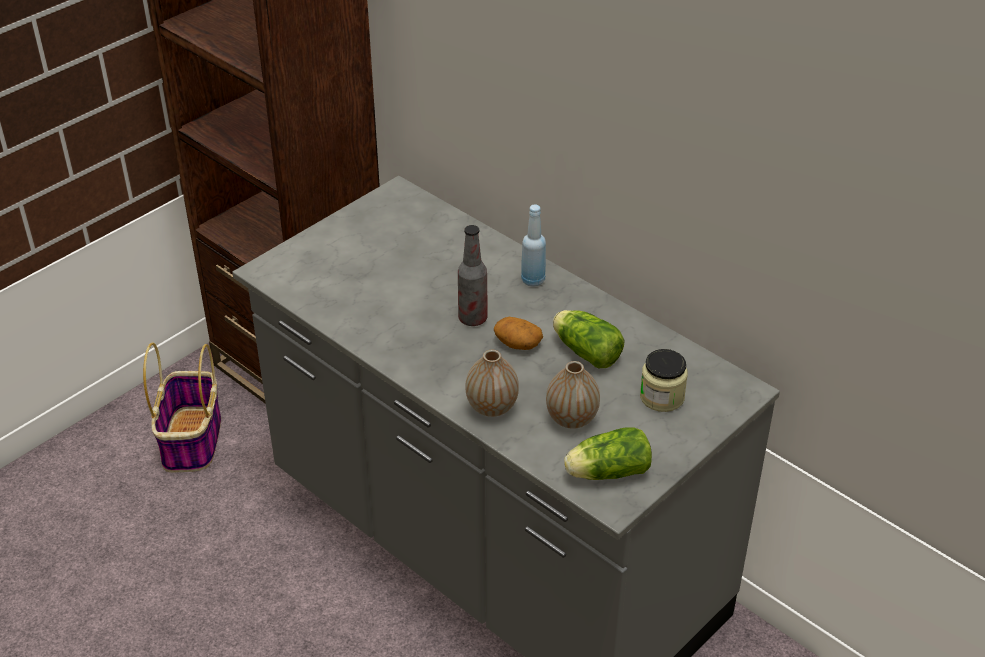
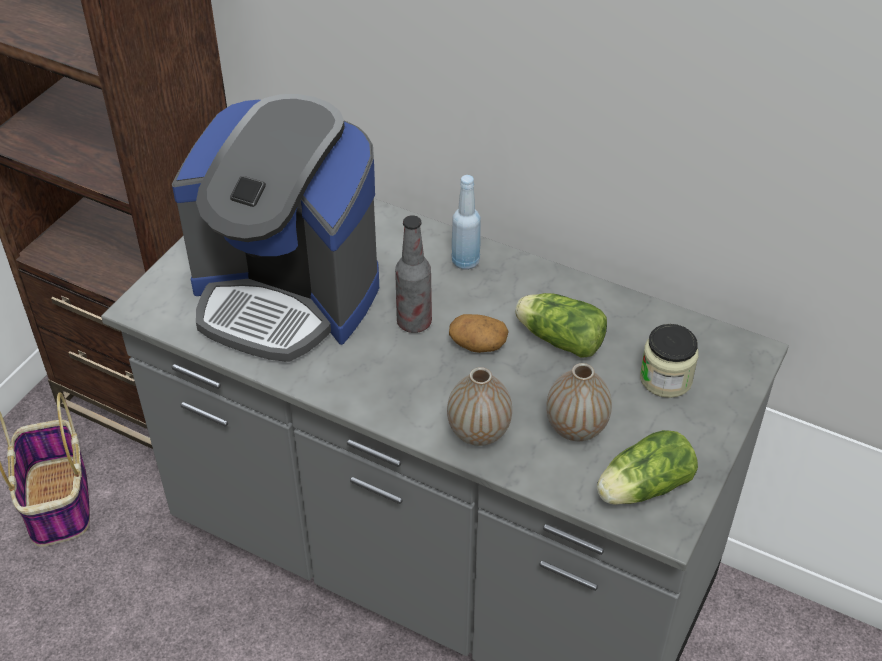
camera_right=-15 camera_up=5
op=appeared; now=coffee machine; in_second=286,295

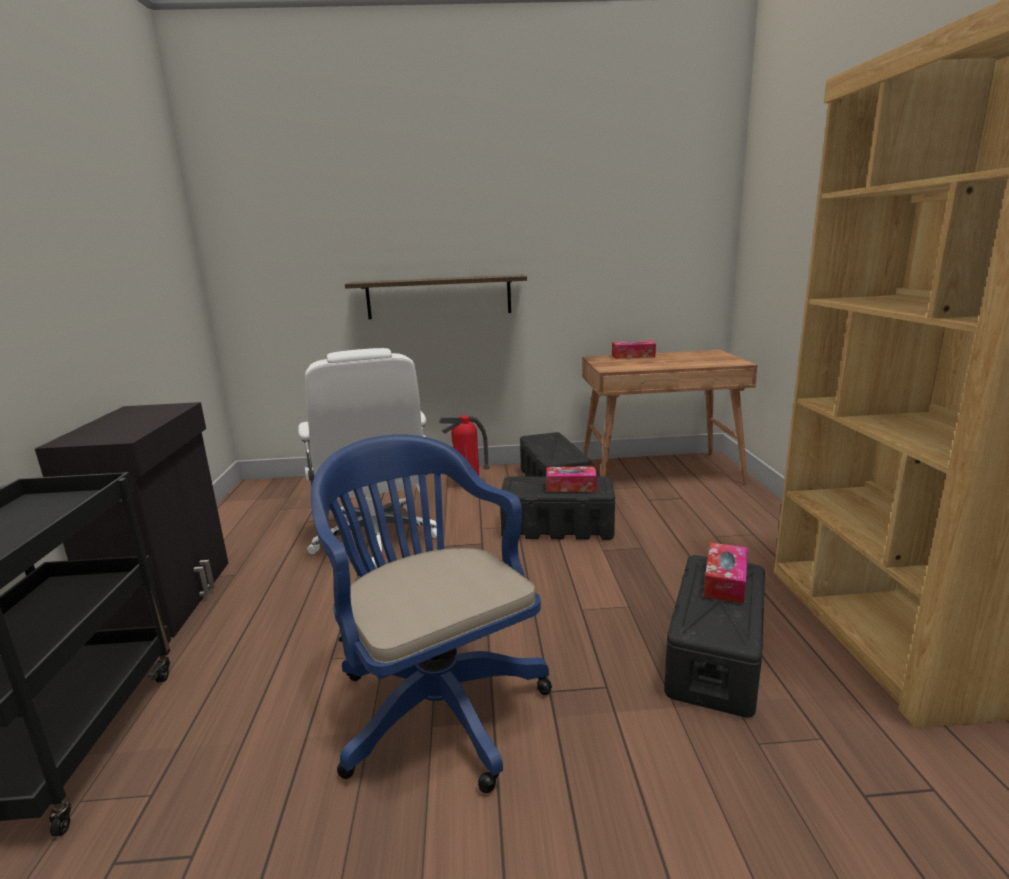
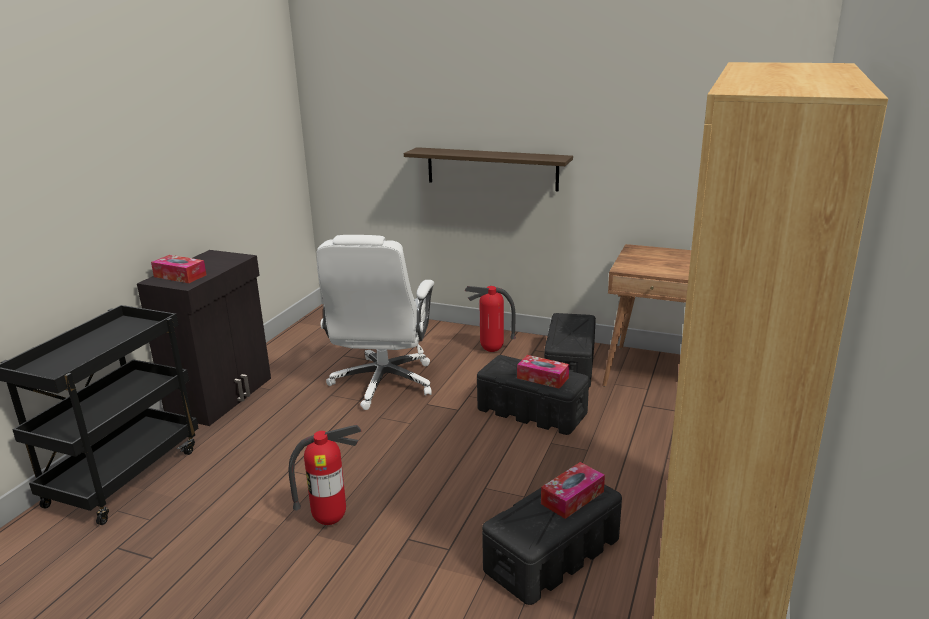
camera_right=25 camera_up=5
op=relocated; was=tissue holder; in_first=633,356; in_second=180,276
op=exchanged; was=office chair/bluish; now=extinguisher; in_first=435,701; in_second=330,520

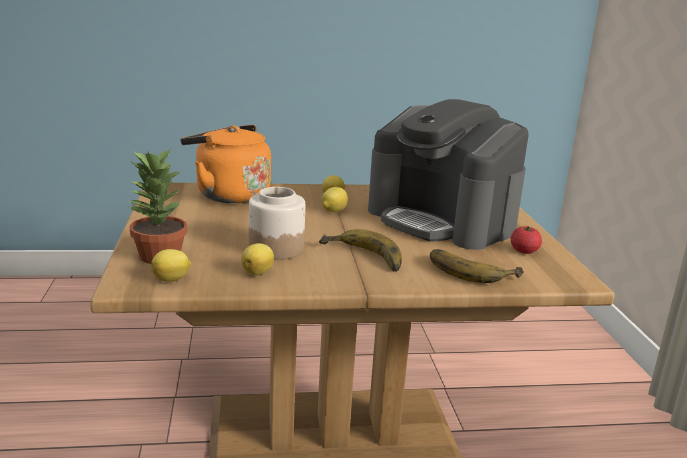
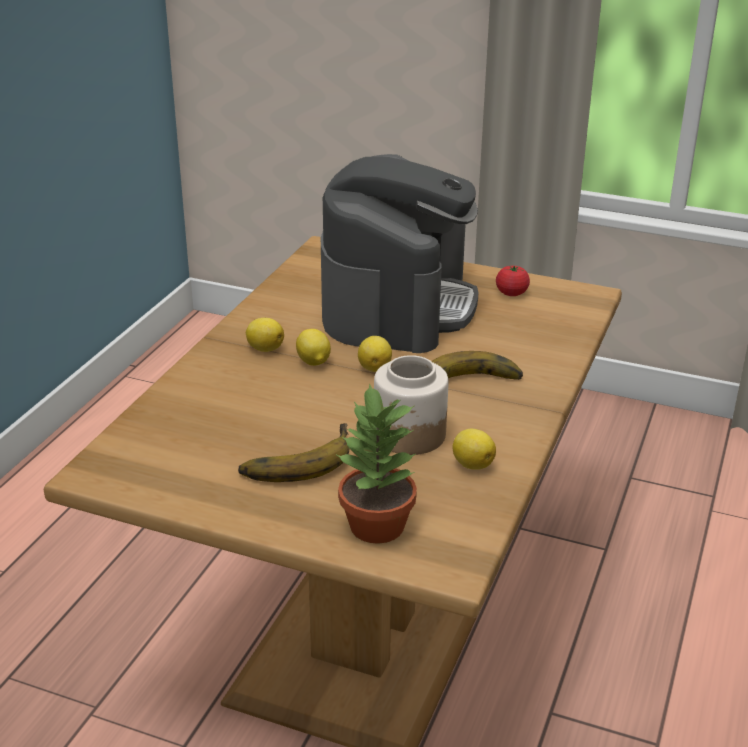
camera_right=-60 camera_up=10
op=spun; was=coffee machine; in_first=442,220; in_second=397,305; clockwise=-60
op=missing; was=tea kettle/orangey; in_first=228,195
op=relocated; was=citrus fruit; in_first=172,279; in_second=375,367
op=relocated; was=banana fruit; in_first=471,270; in_second=295,459

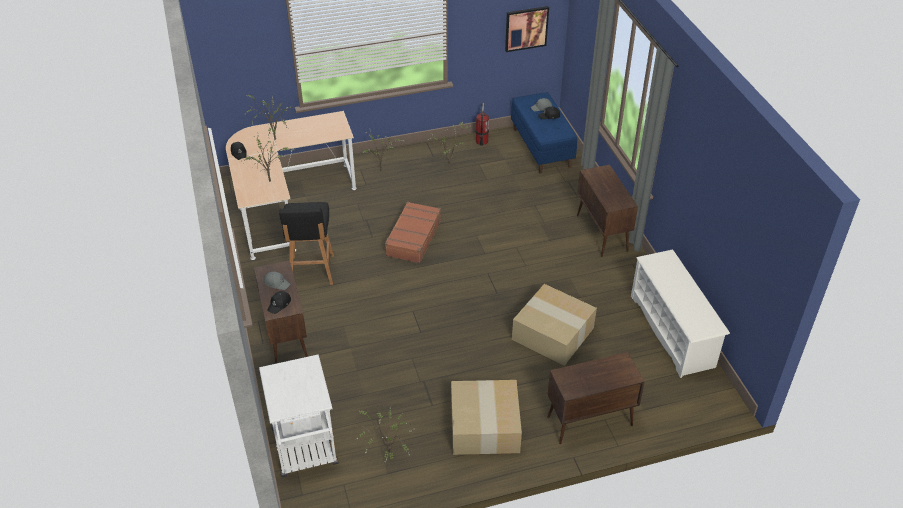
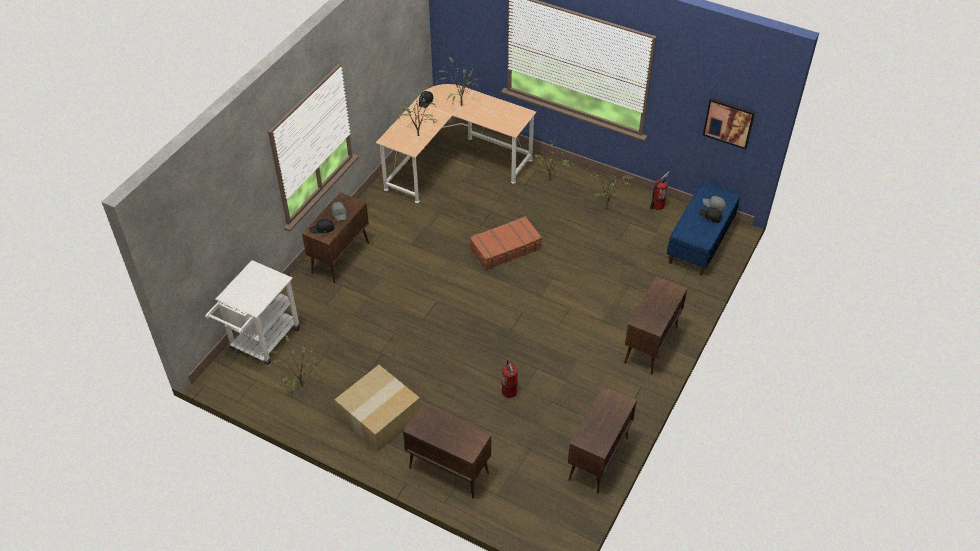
camera_right=45 camera_up=5
op=missing; was=sitting stool/black; in_first=311,271
op=exchanged; was=shoe rack/white-coloured; now=cabinet/brown; in_first=672,331; in_second=598,459
op=exchanged; was=cardboard box; now=extinguisher; in_first=554,333; in_second=509,391

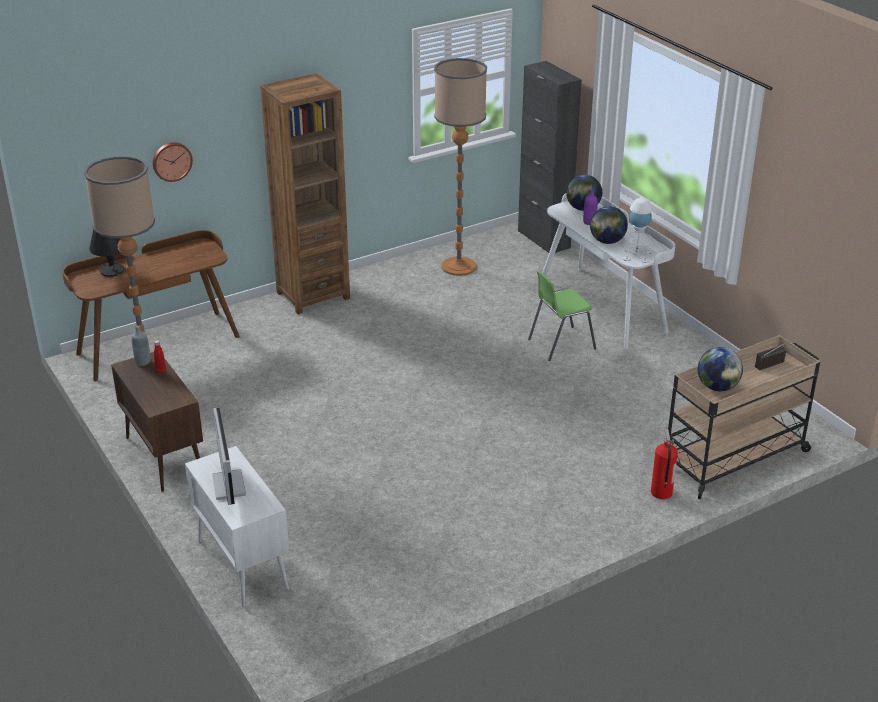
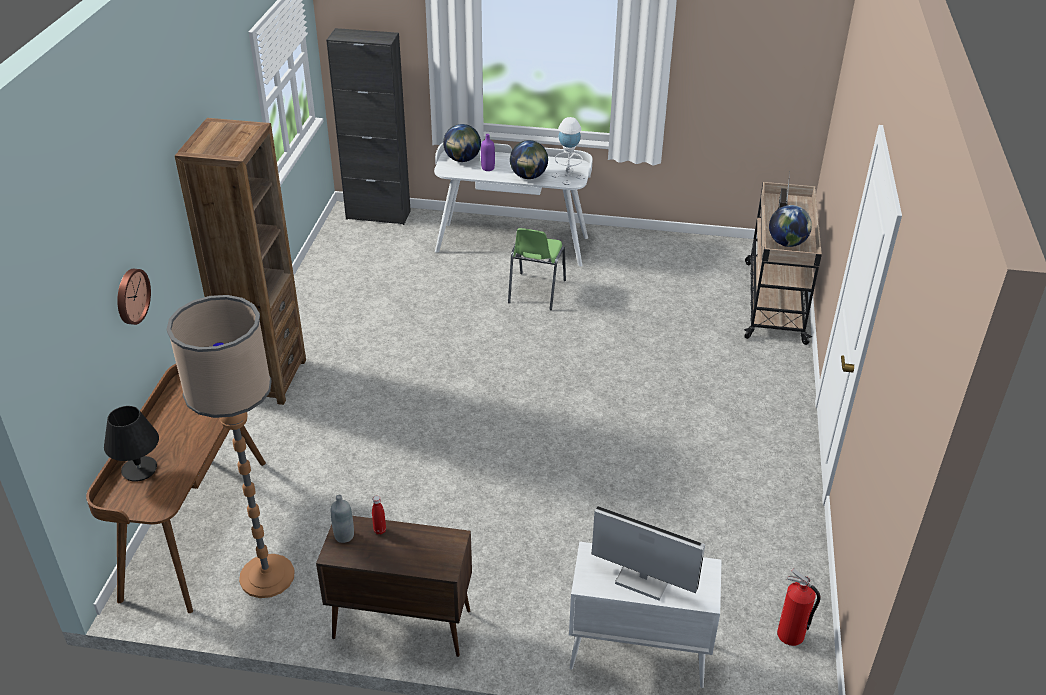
camera_right=-50 camera_up=5
op=missing; was=floor lamp; in_first=459,266
op=relocated; was=extinguisher; in_first=661,493; in_second=790,635

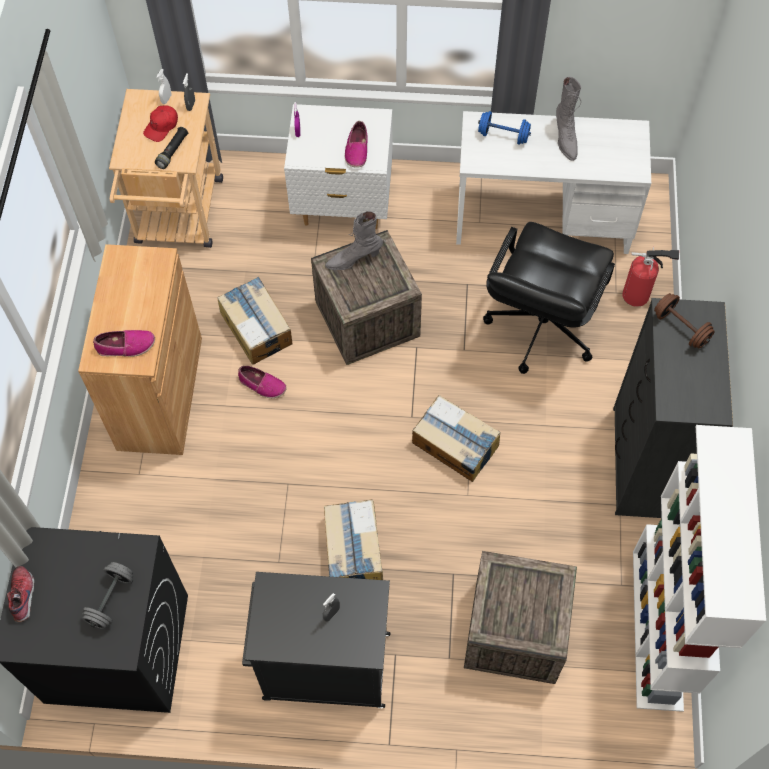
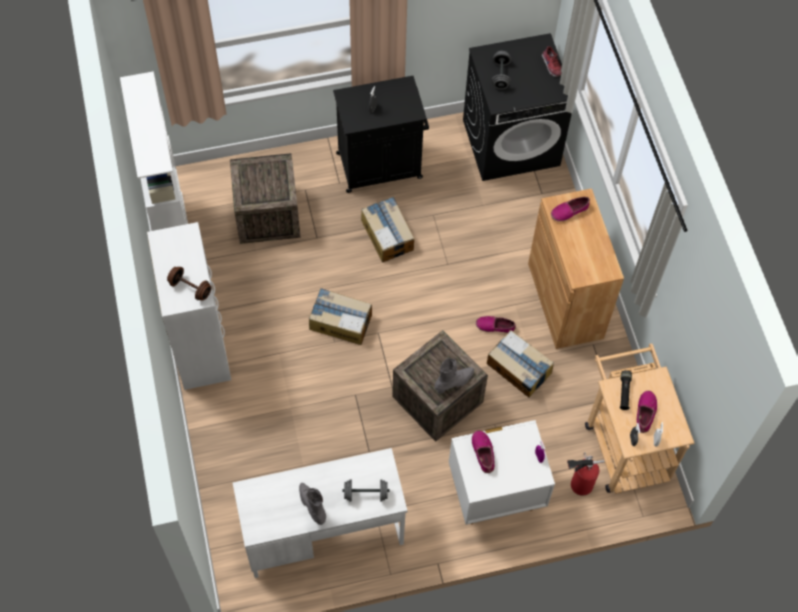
camera_right=160 camera_up=0
op=exchanged; was=peaked cap/reddish; now=shoe; in_first=161,126; in_second=645,413
op=colour; was=free weight/bluish; now=free weight/greyish; in_first=503,135; in_second=365,494
op=missing; was=office chair/black; in_first=540,327
op=relocated; was=extinguisher; in_first=639,295; in_second=579,485
op=colour; was=drawer chest/black; now=drawer chest/white-coloured; in_first=645,463; in_second=200,345

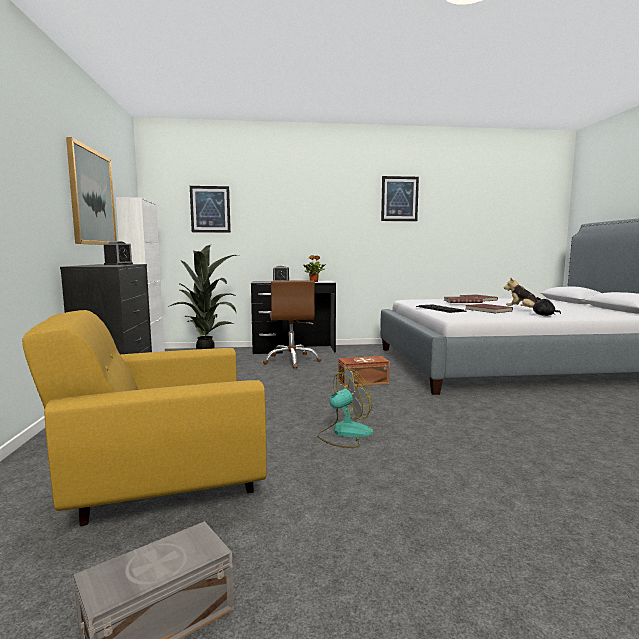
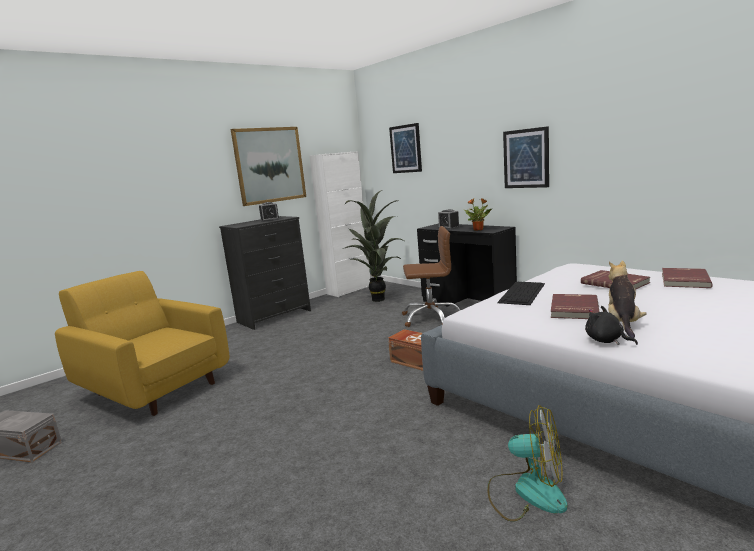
camera_right=55 camera_up=5
op=relocated; was=wall picture; in_first=399,199; in_second=526,158
op=spun; was=office chair/brown; in_first=292,361; in_second=431,318; clockwise=-135
op=relocated; was=electric fan; in_first=344,433; in_second=527,492

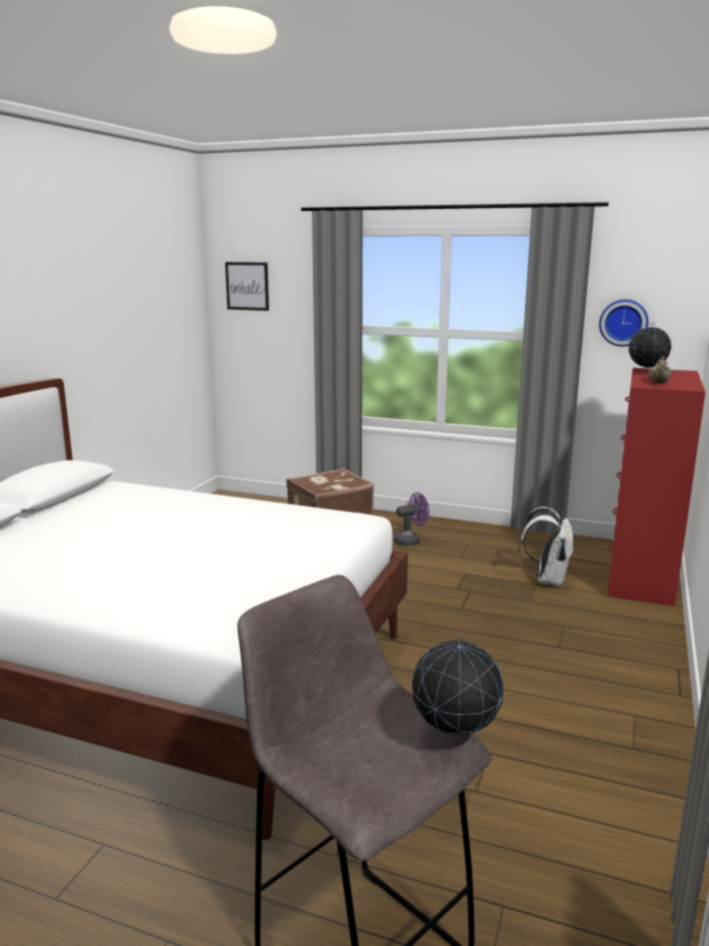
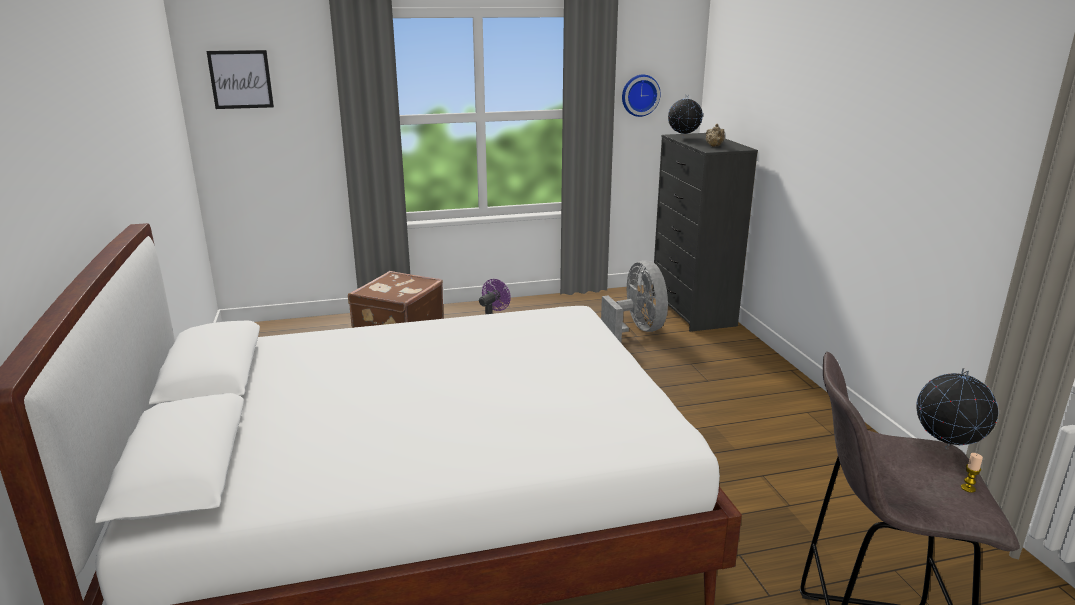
camera_right=-35 camera_up=5
op=colour; was=drawer chest/reddish; now=drawer chest/black; in_first=640,578; in_second=693,311
op=exchanged; was=rucksack/white-coloured; now=electric fan/greyish; in_first=547,580; in_second=636,331
op=appeared; now=wax candle; in_second=968,488

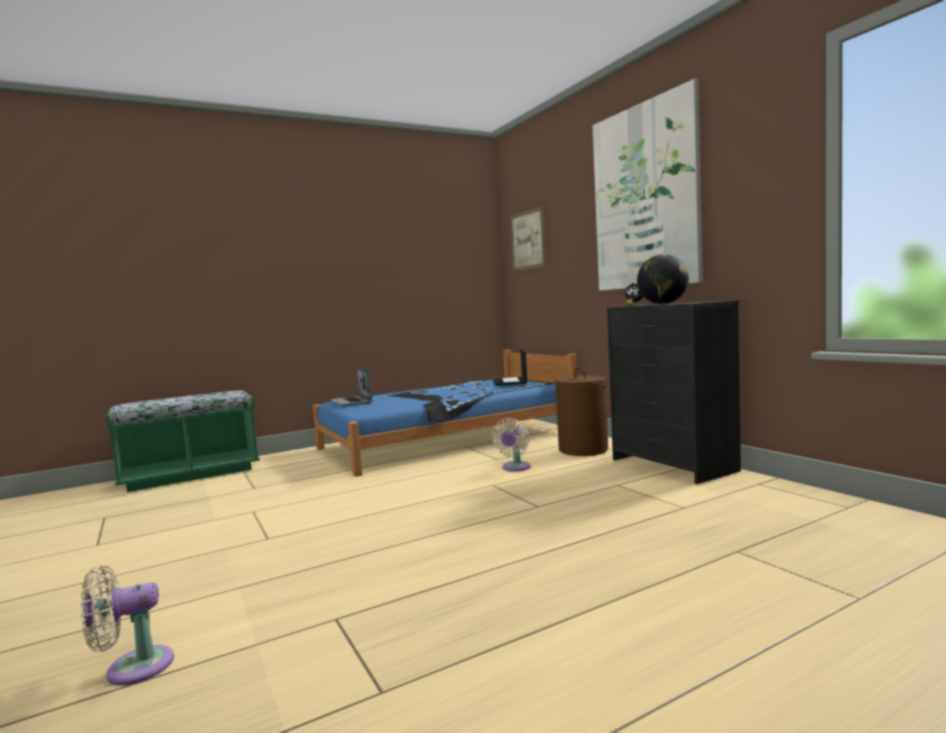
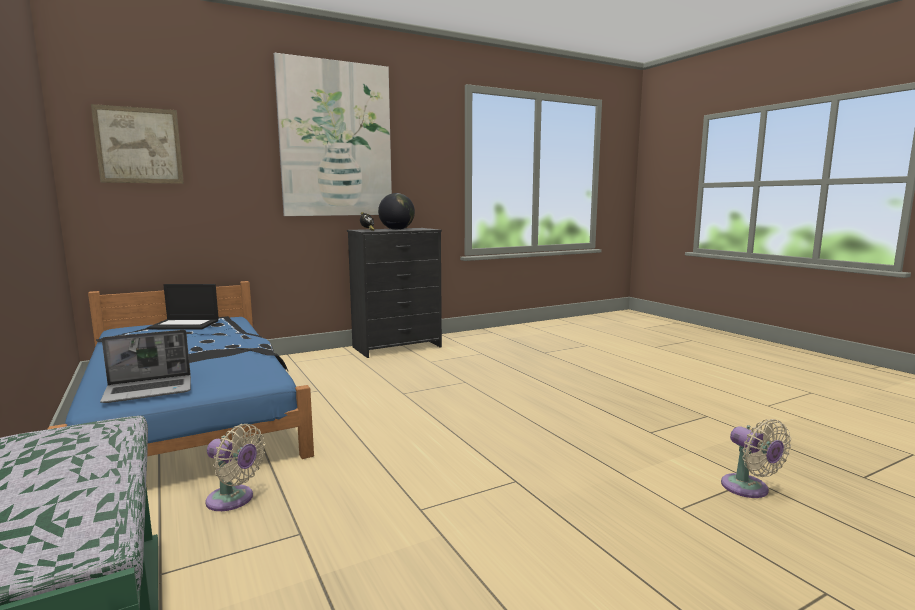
camera_right=-90 camera_up=5
op=missing; was=hamper/brown; in_first=583,449
op=relocated; was=electric fan/sand-coloured; in_first=515,468; in_second=233,500

